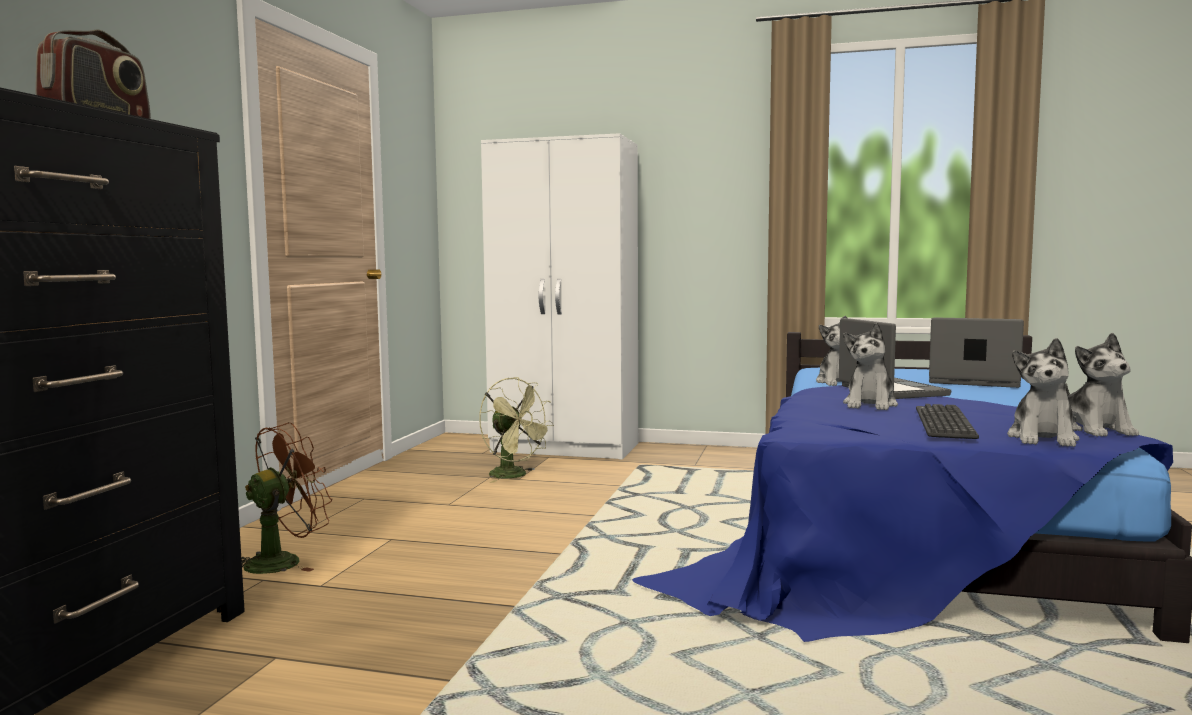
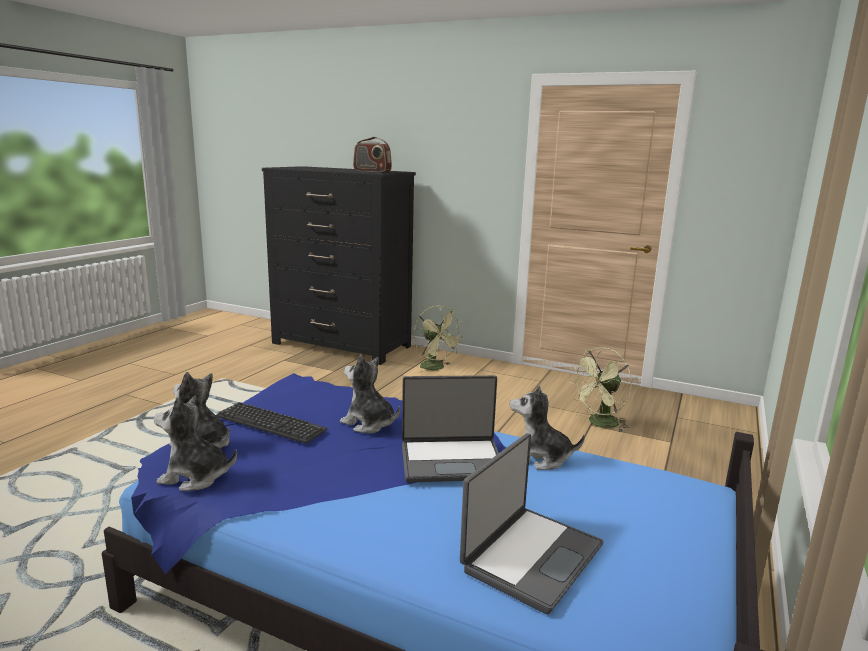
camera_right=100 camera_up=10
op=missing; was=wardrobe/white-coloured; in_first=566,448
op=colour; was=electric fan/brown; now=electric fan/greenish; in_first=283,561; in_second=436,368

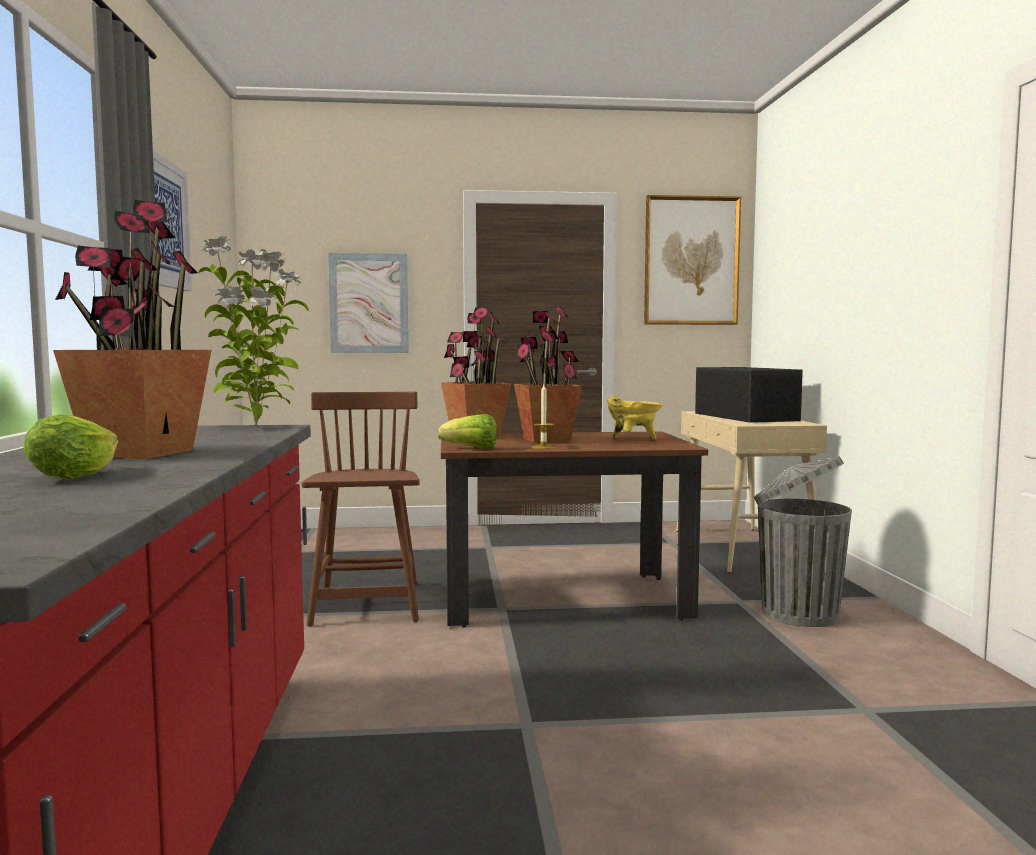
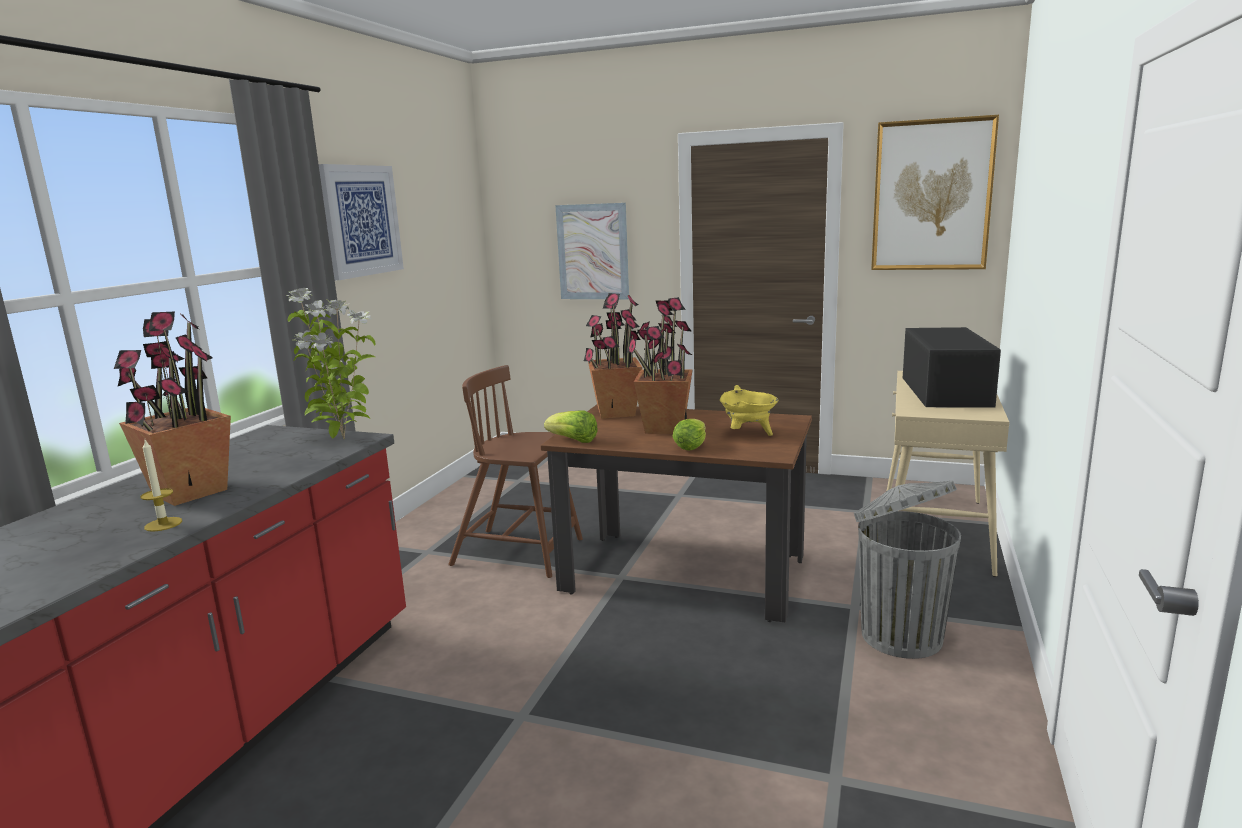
camera_right=25 camera_up=10
op=relocated; was=wax candle; in_first=543,447; in_second=163,524
op=spun; was=upright chair/brown; in_first=367,604; in_second=520,552; clockwise=-90
op=relocated; was=lettuce head; in_first=81,474; in_second=692,445

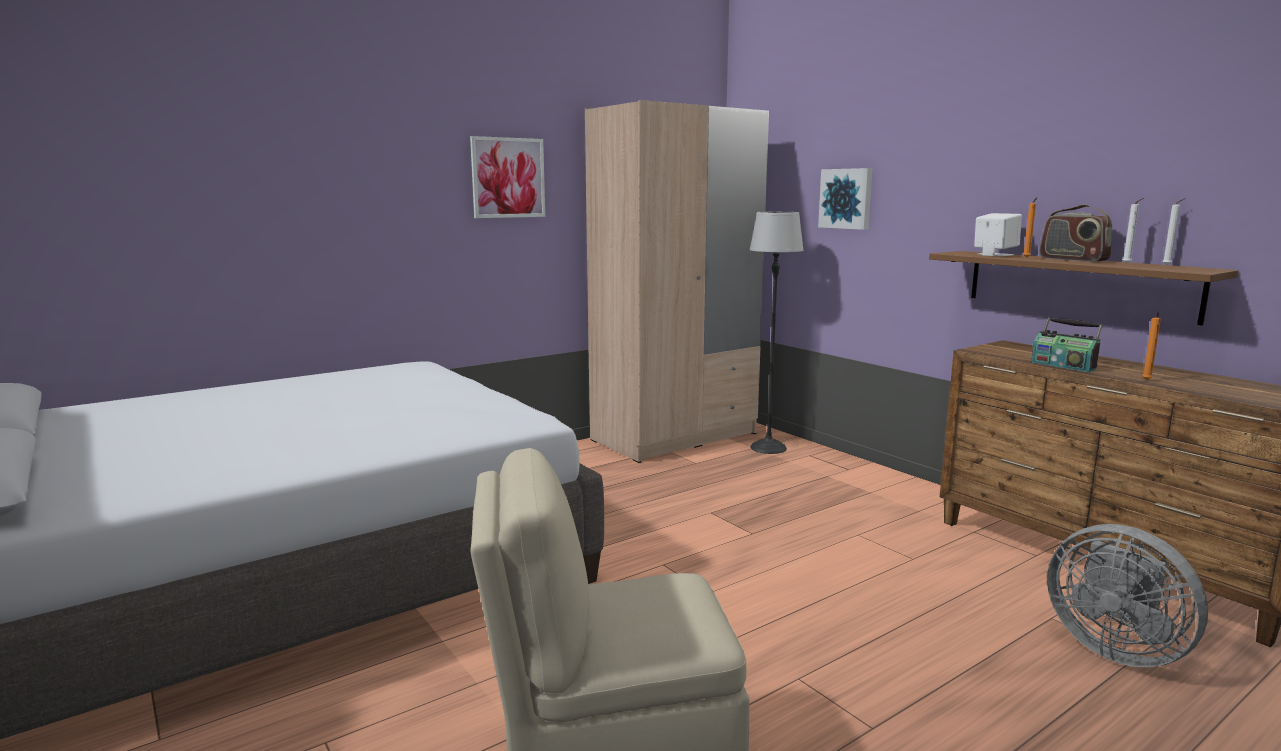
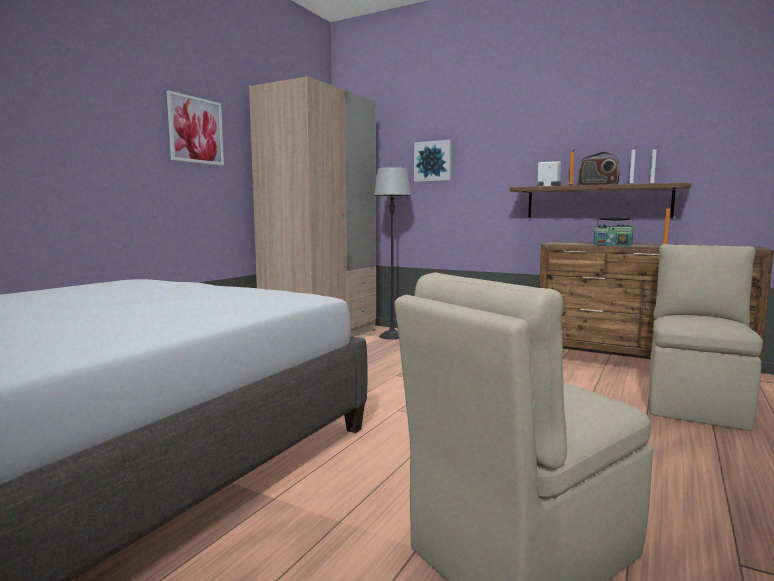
camera_right=-25 camera_up=-5
op=exchanged; was=electric fan/greyish; now=upright chair/sand-coloured; in_first=1114,648; in_second=695,403

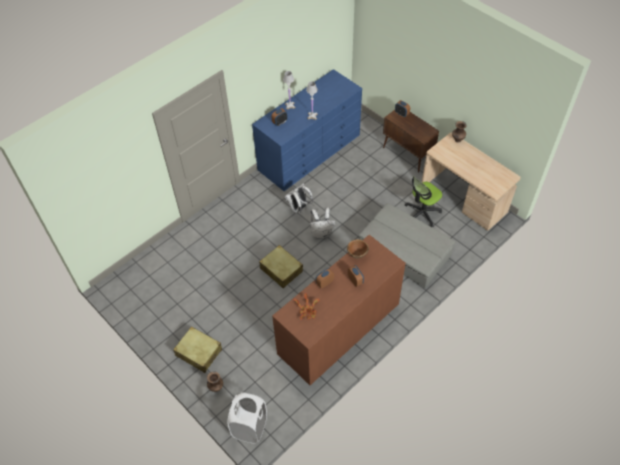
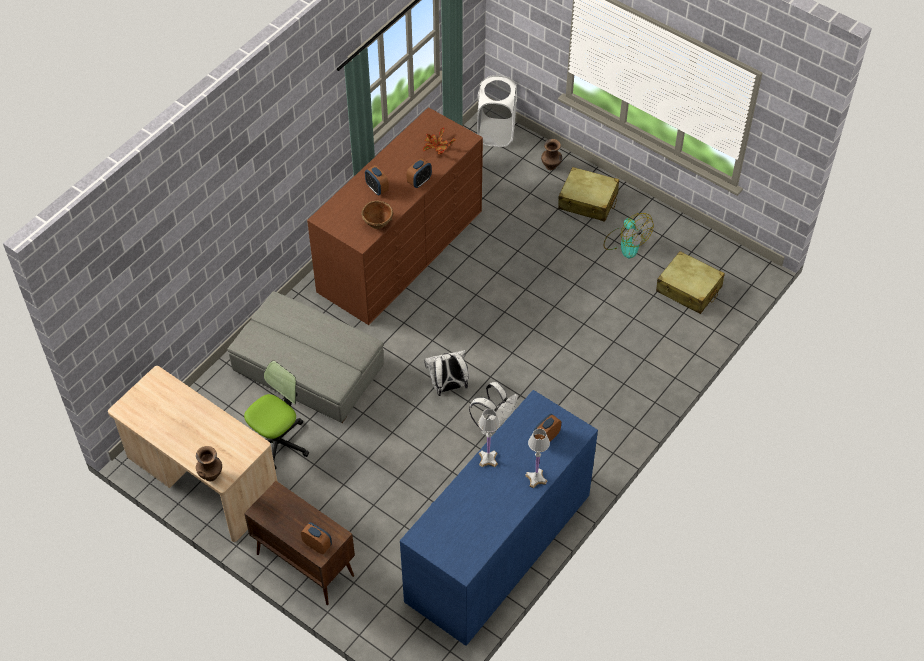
camera_right=170 camera_up=0
op=relocated; was=travel case/sand-coloured; in_first=281,270; in_second=689,289
op=appeared; now=electric fan; in_second=625,242

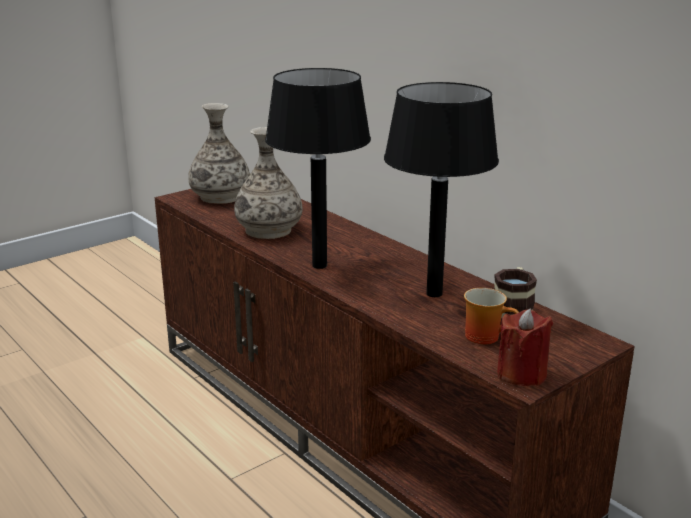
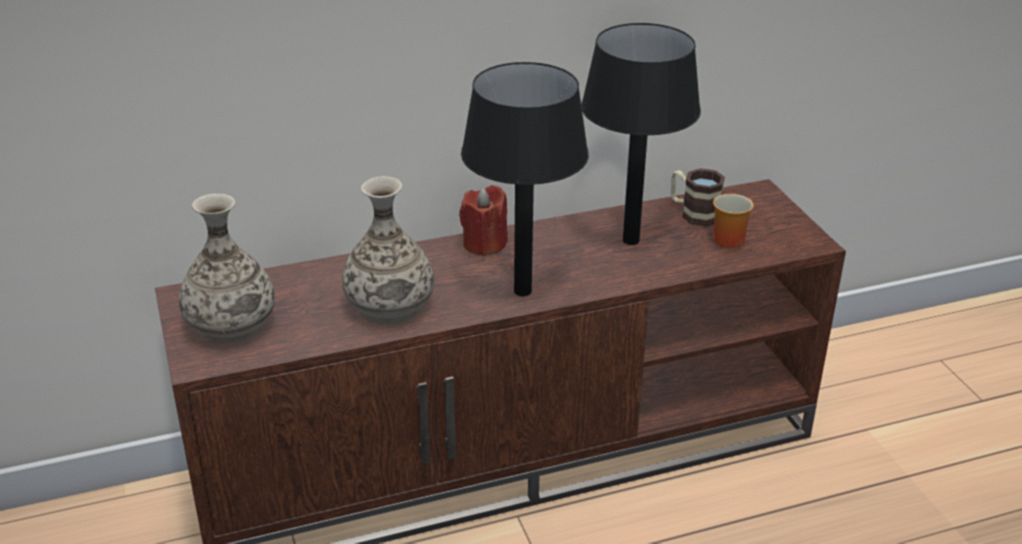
camera_right=-70 camera_up=10
op=relocated; was=wax candle/reddish; in_first=521,374; in_second=484,244

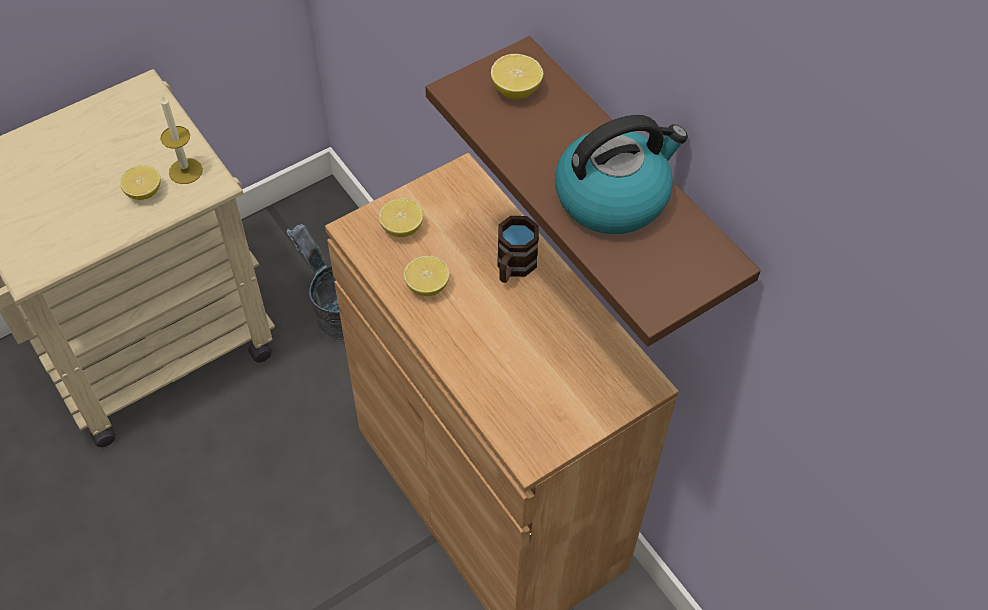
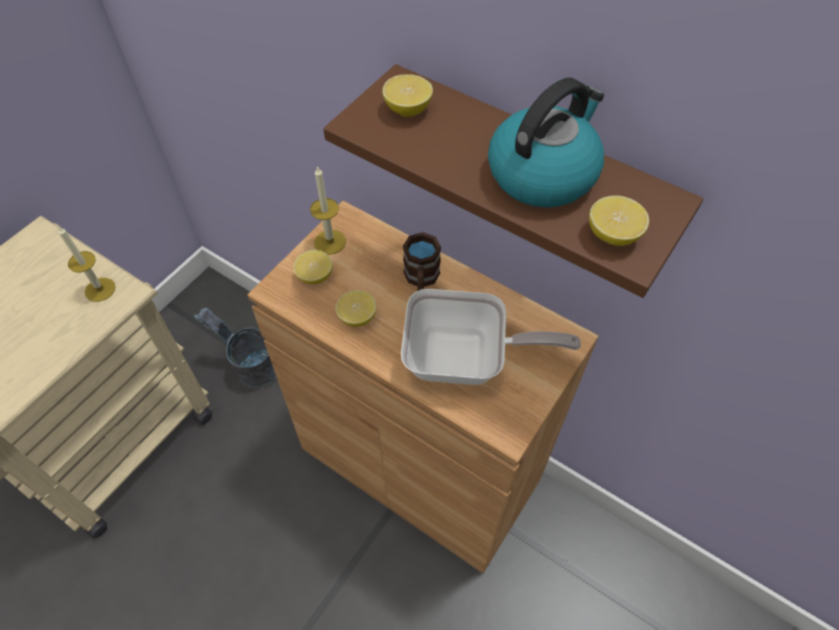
camera_right=-20 camera_up=0
op=relocated; was=citrus fruit; in_first=144,192; in_second=613,235
op=appeared; now=wax candle; in_second=330,242
op=appeared; now=pan; in_second=465,360

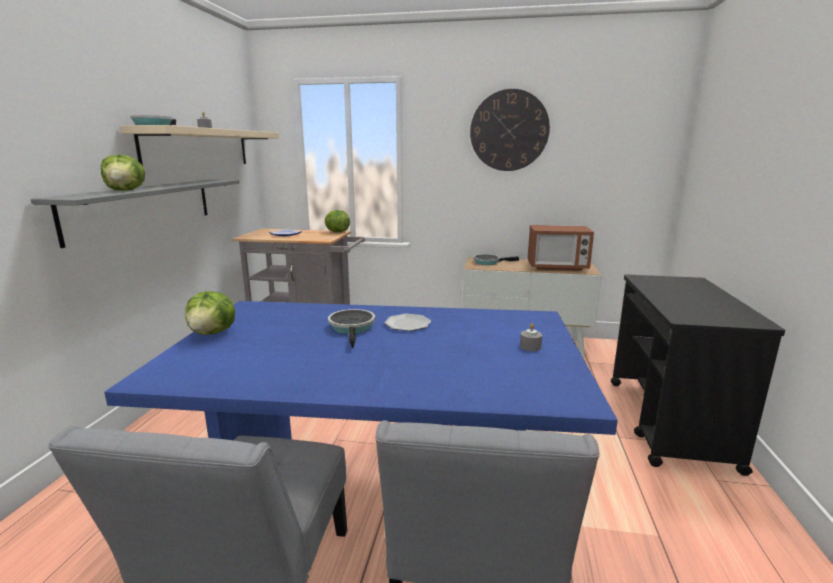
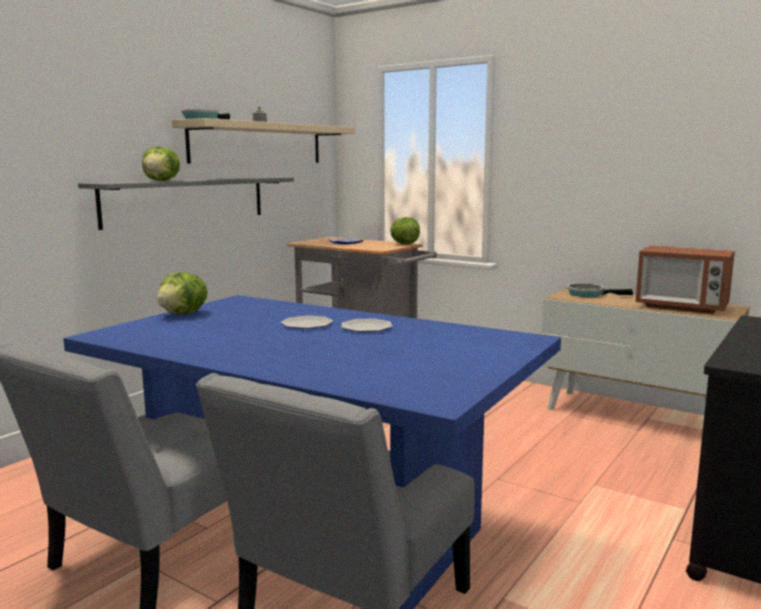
camera_right=25 camera_up=-5
op=missing; was=hanging clock; in_first=509,130
op=exchanged; was=pan; now=plate; in_first=352,328; in_second=307,324
op=missing; was=wax candle/greyish; in_first=530,346

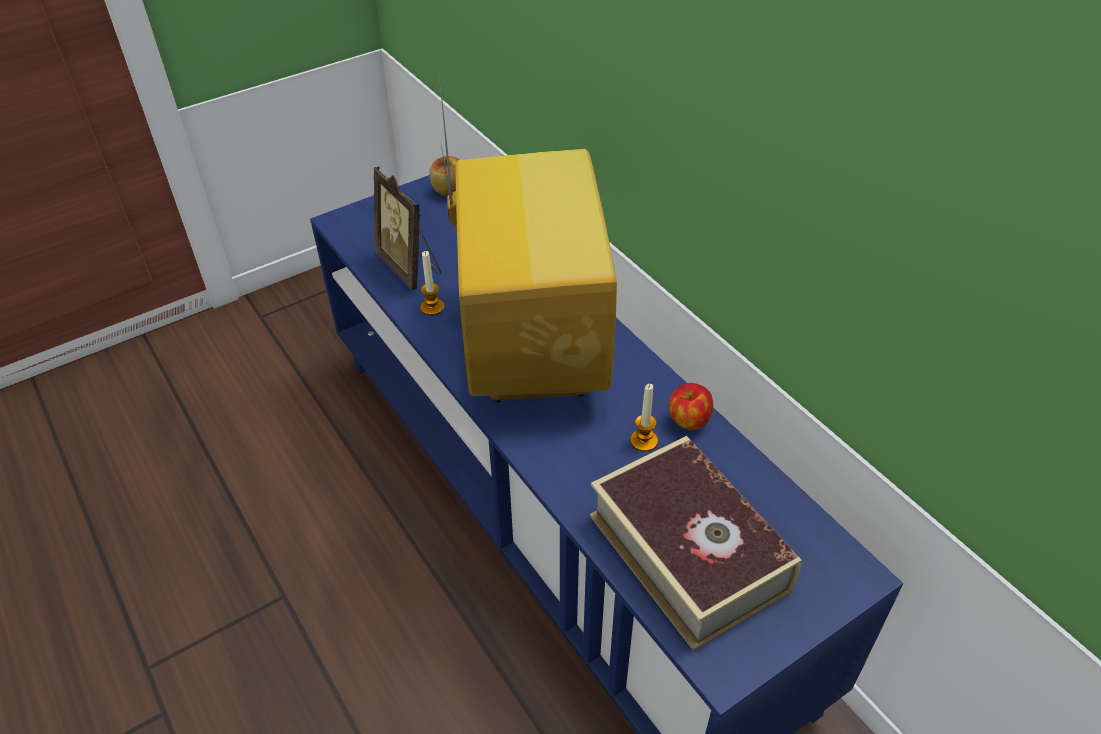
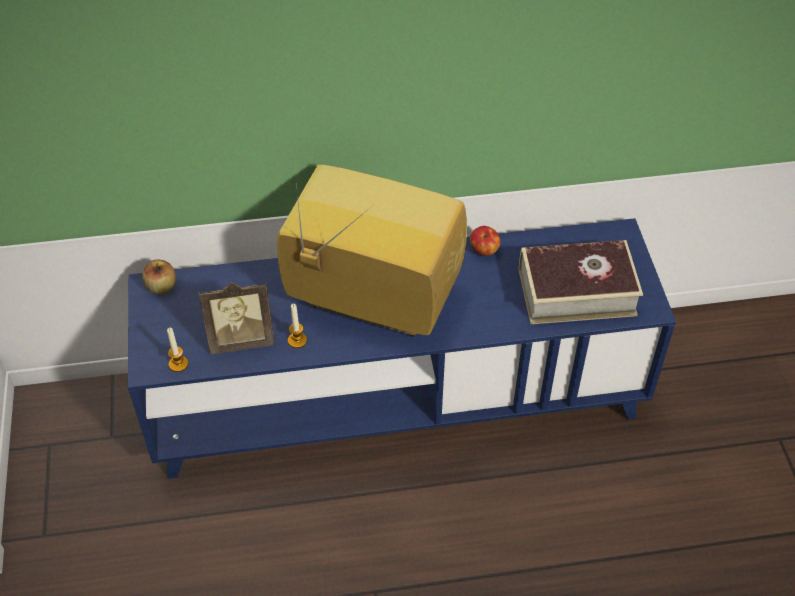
camera_right=-65 camera_up=5
op=relocated; was=wax candle; in_first=643,441; in_second=178,364

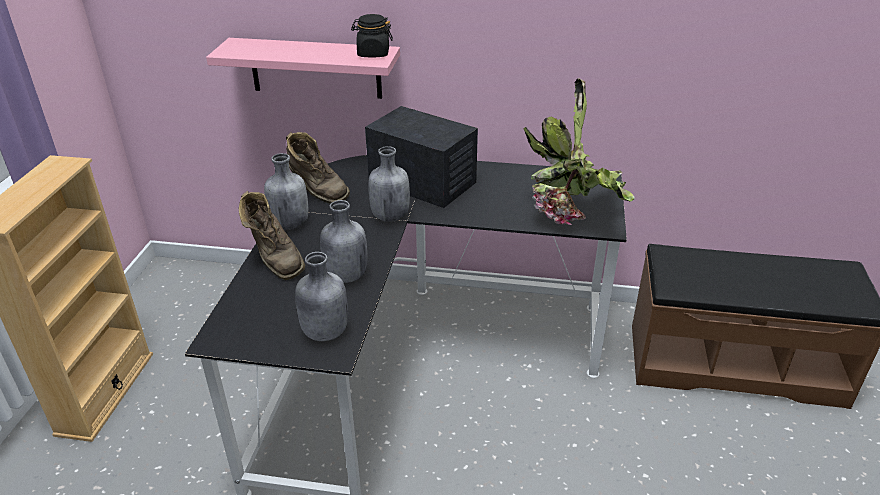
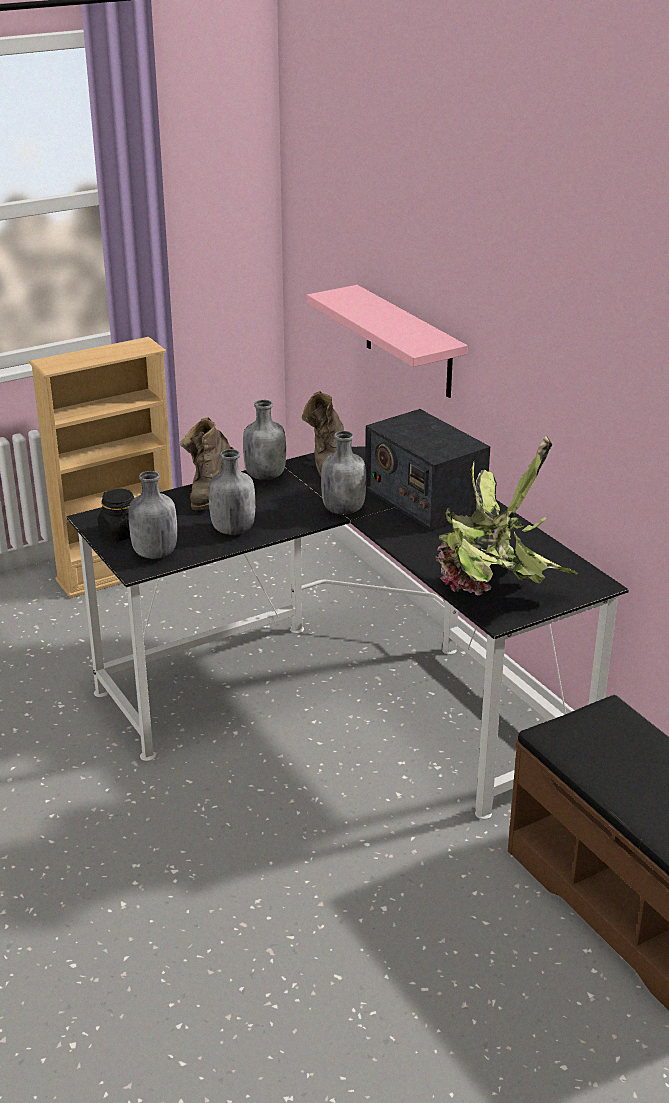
camera_right=50 camera_up=-5
op=relocated; was=preserve jar/black; in_first=373,53; in_second=121,533
op=spun; was=radio; in_first=423,182; in_second=423,499; clockwise=150

